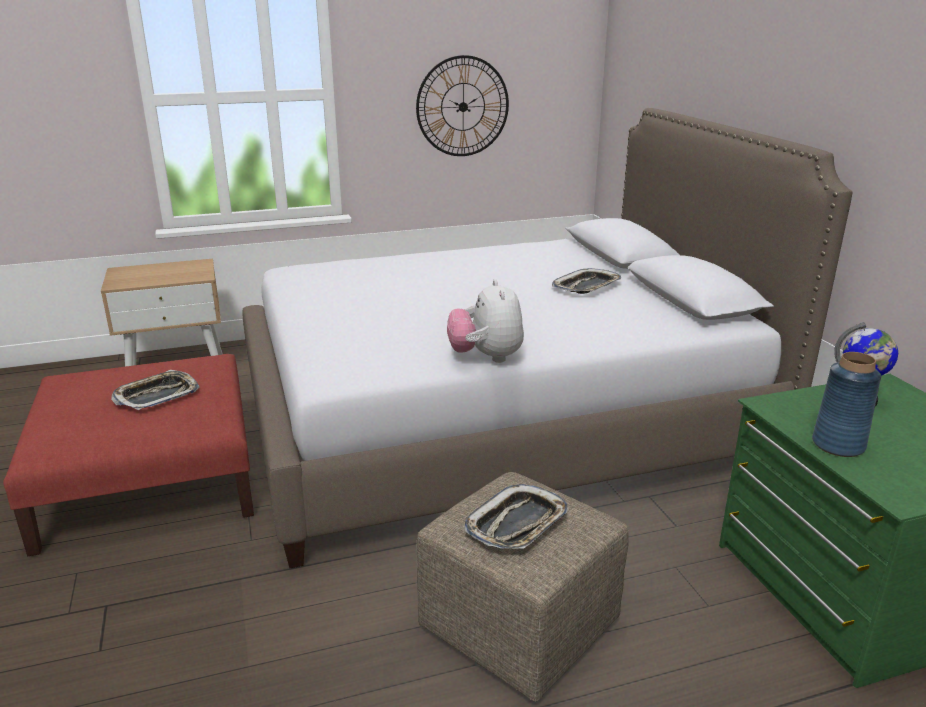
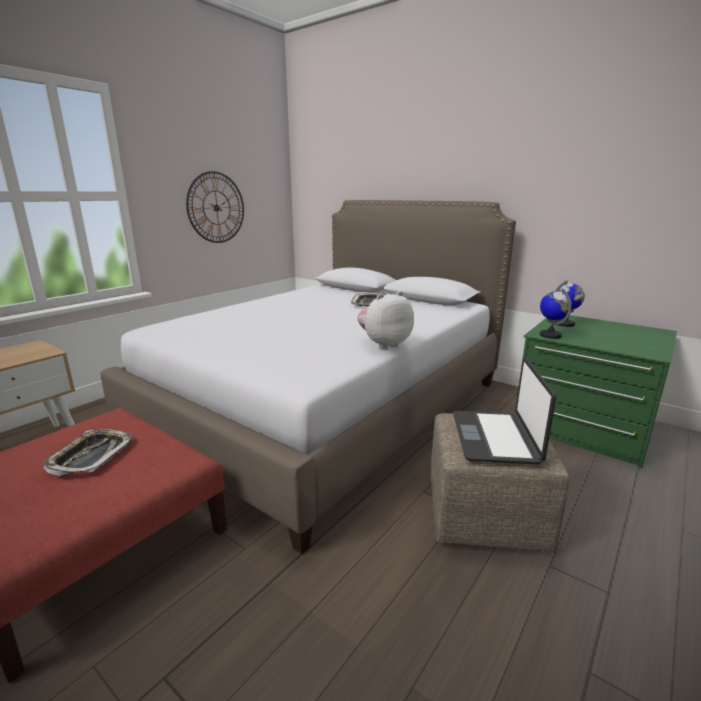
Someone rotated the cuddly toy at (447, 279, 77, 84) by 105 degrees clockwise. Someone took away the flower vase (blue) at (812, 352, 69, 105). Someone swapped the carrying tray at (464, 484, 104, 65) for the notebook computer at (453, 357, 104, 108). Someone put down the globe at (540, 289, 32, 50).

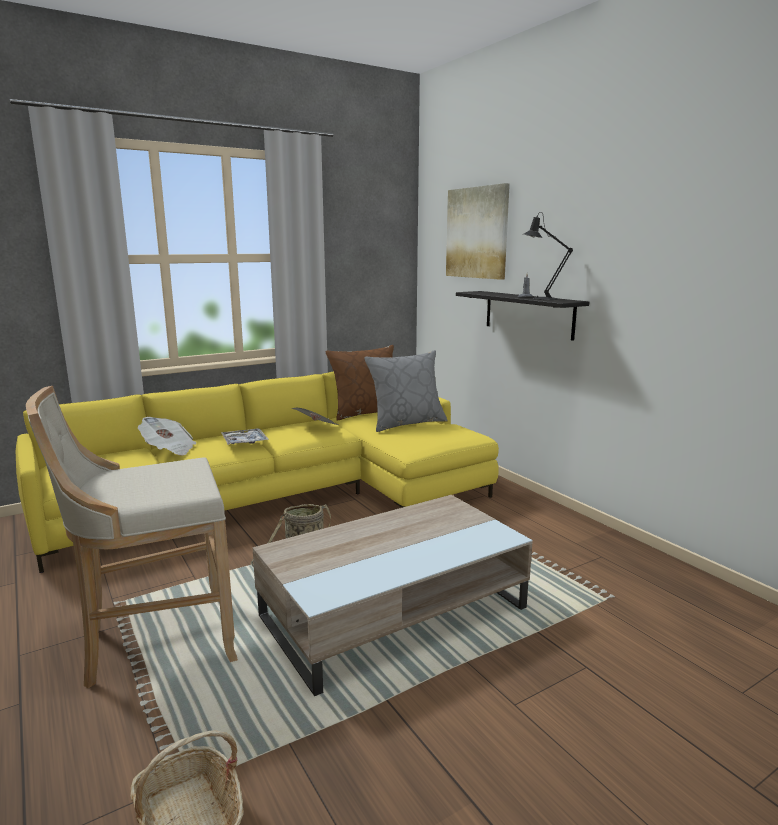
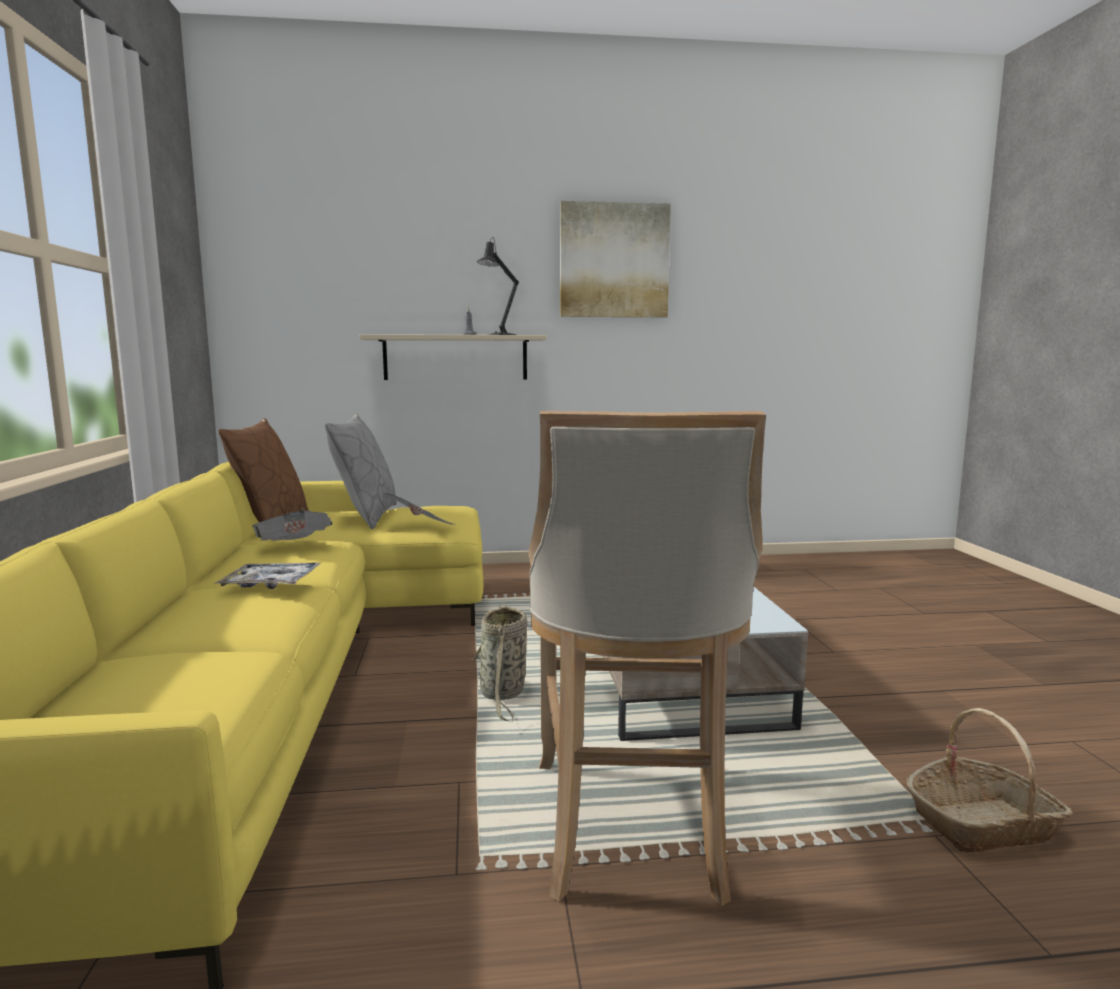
Someone carried the wall art from (446, 183, 64, 97) to (560, 201, 111, 116). Someone repainted the wall shelf (black) at (456, 291, 133, 50), which became the wall shelf (sand-coloured) at (360, 334, 186, 46). Someone carried the daily paper from (138, 417, 58, 38) to (382, 493, 74, 32).

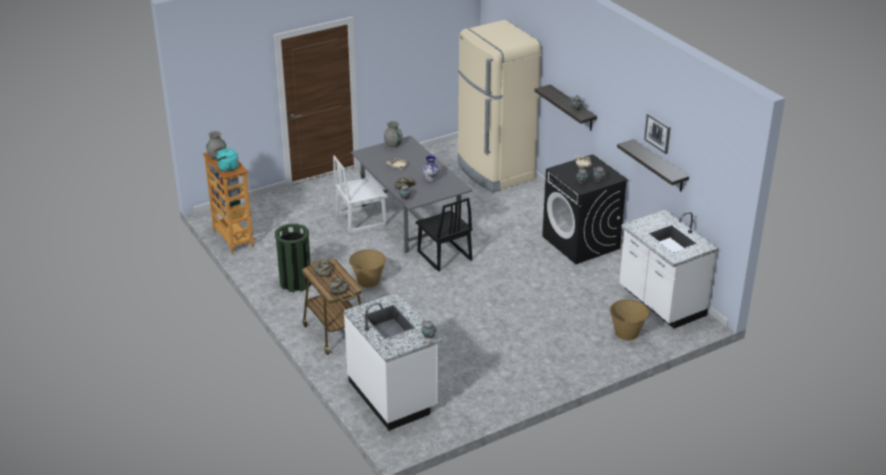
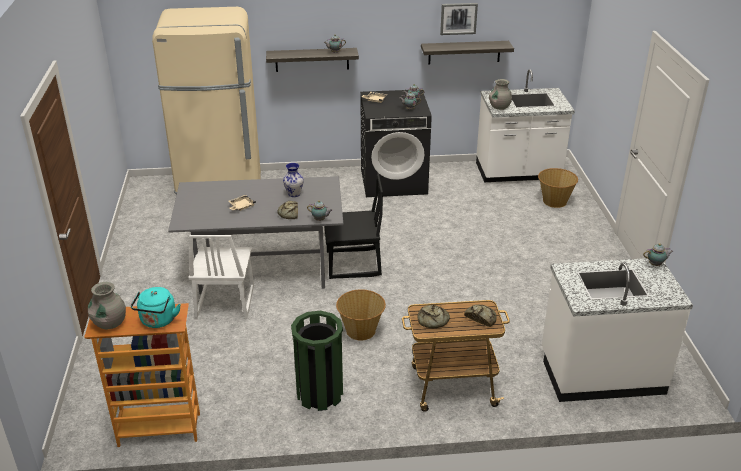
Someone carried the flower vase (greyish) from (384, 121, 19, 26) to (489, 79, 23, 31).

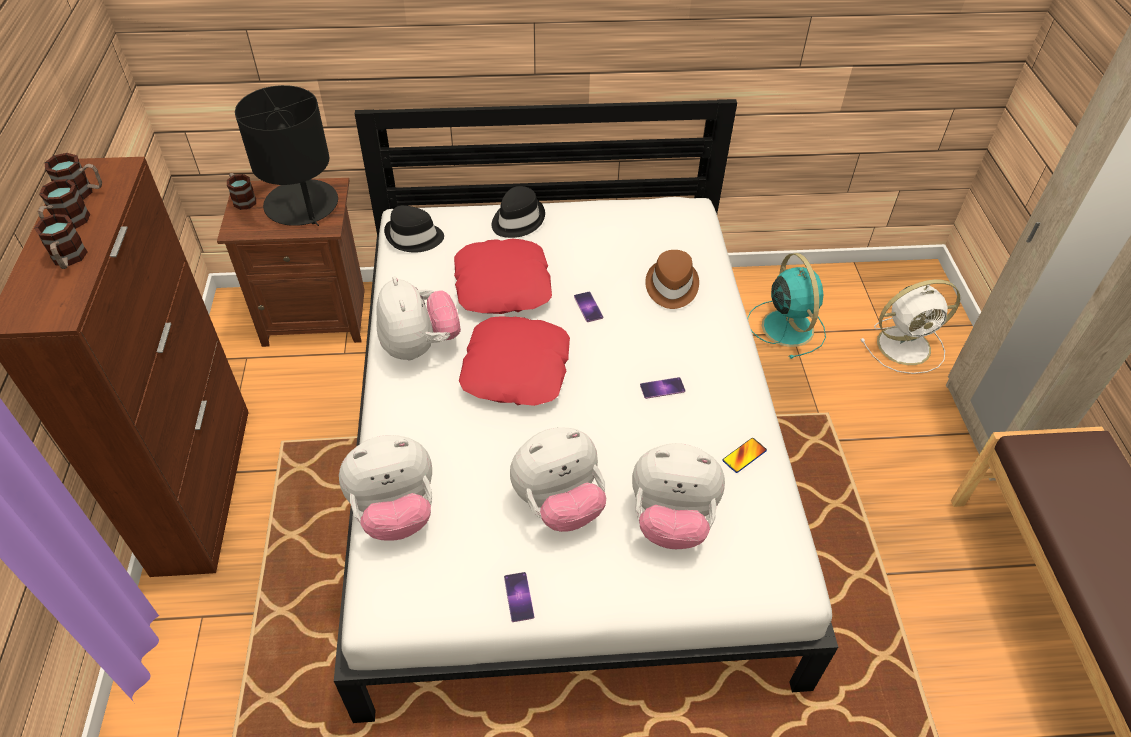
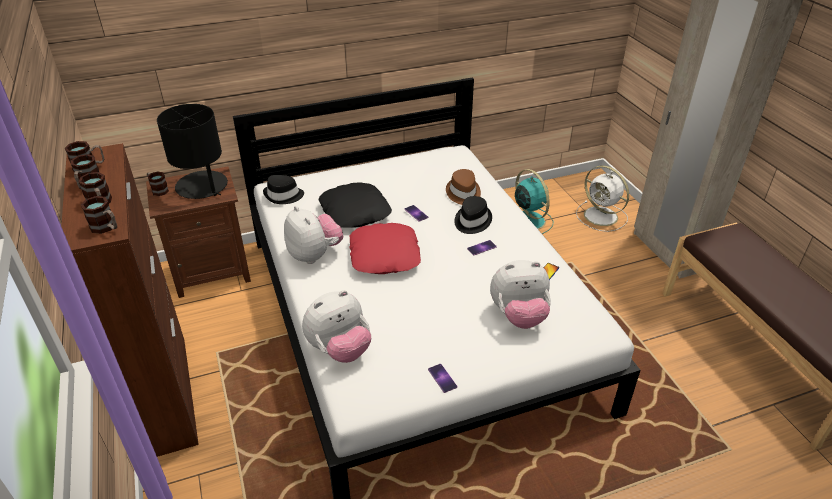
Someone carried the wearable hat (black) from (492, 186, 53, 52) to (454, 196, 38, 38). Someone repainted the cushion (reddish) at (454, 239, 98, 75), which became the cushion (black) at (318, 182, 74, 45). Someone rotated the cooling fan (white) at (860, 279, 100, 95) by 75 degrees clockwise. Someone took away the cuddly toy at (510, 427, 96, 105). Someone put down the tea mug at (81, 196, 36, 38).

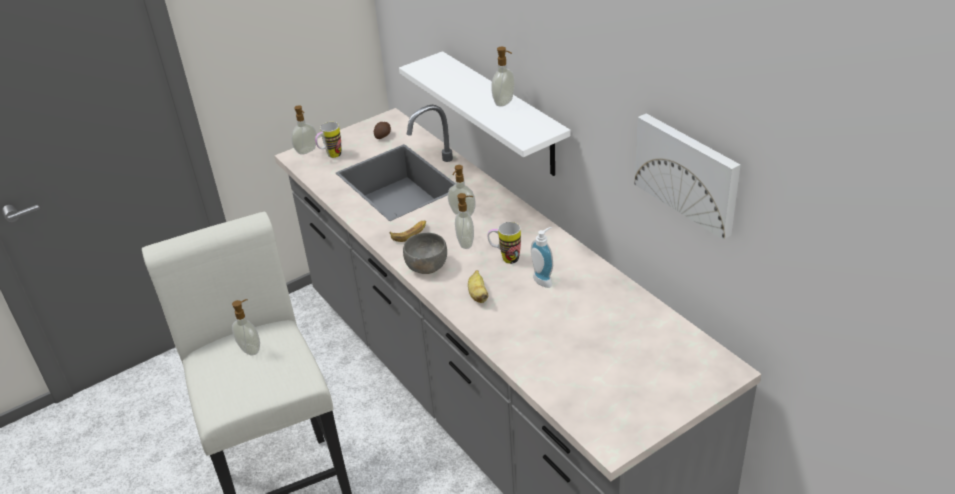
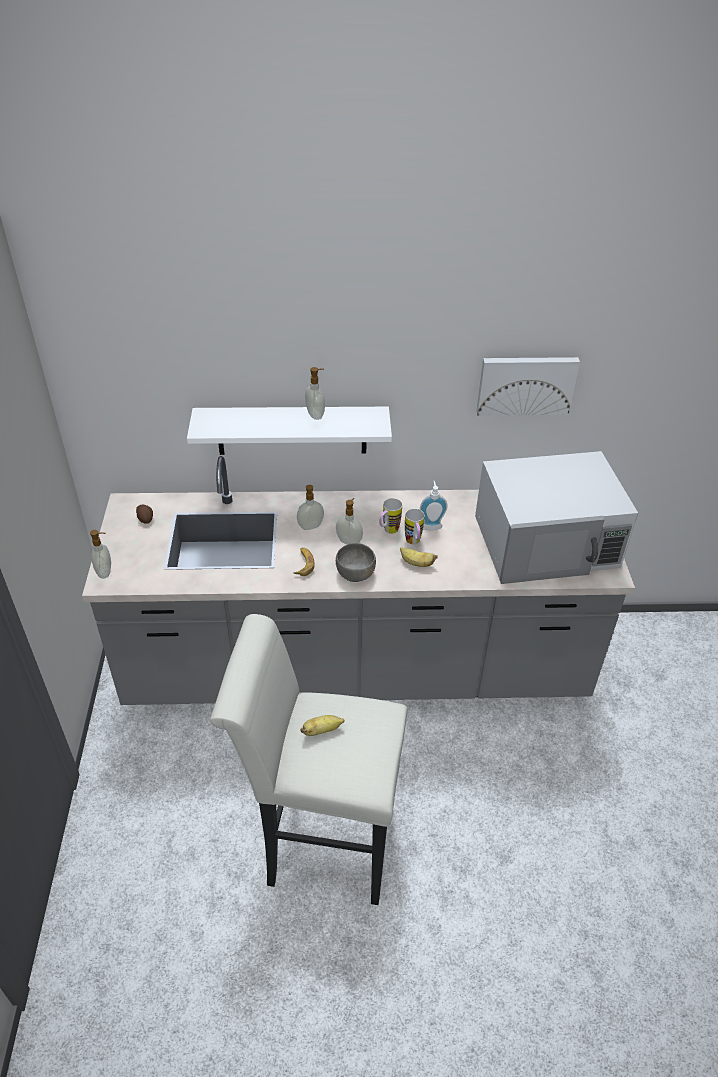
Someone carried the tea mug from (315, 122, 26, 36) to (405, 509, 20, 35). Someone swapped the soap dispenser at (232, 299, 28, 56) for the banana at (300, 715, 45, 21). Someone put down the microwave (white) at (475, 451, 163, 133).

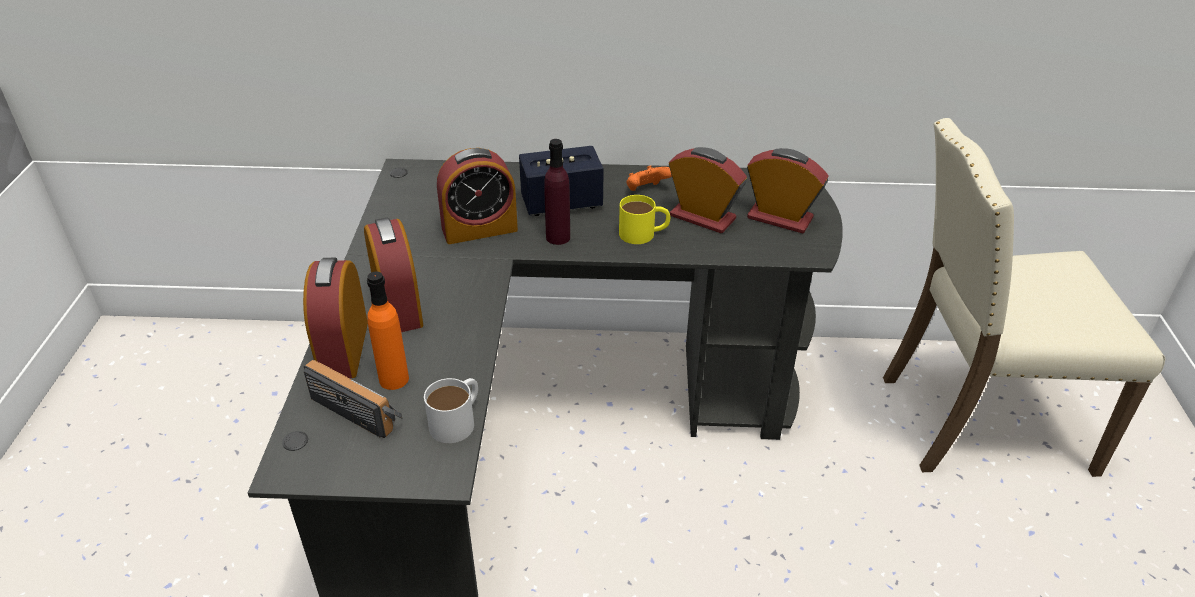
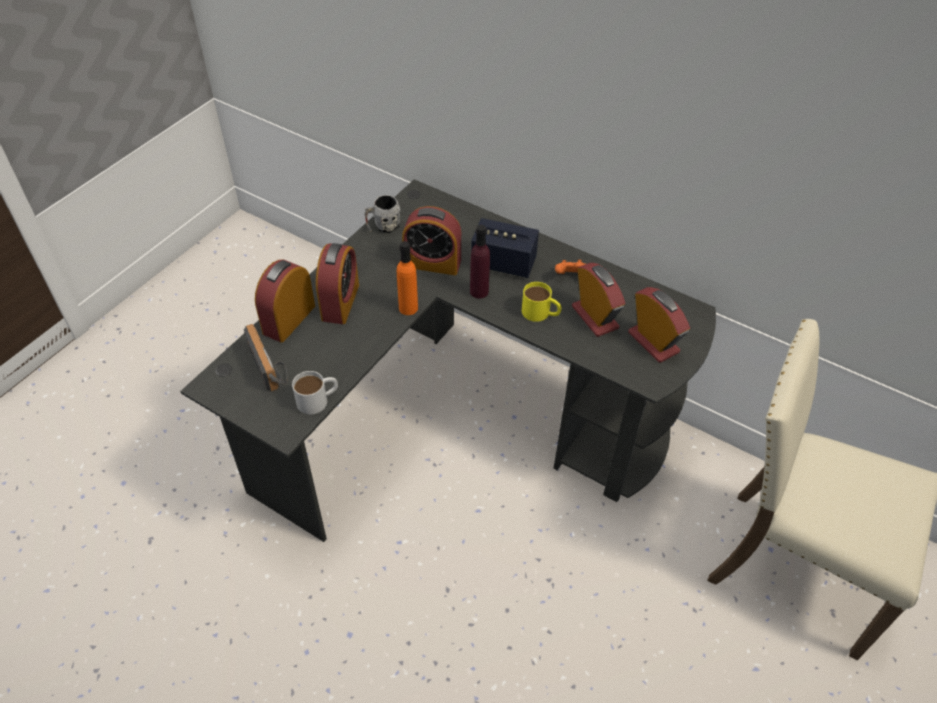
Someone carried the bottle (orange-coloured) from (367, 272, 42, 118) to (397, 241, 21, 74). Someone put down the tea mug (greyish) at (364, 195, 36, 38).

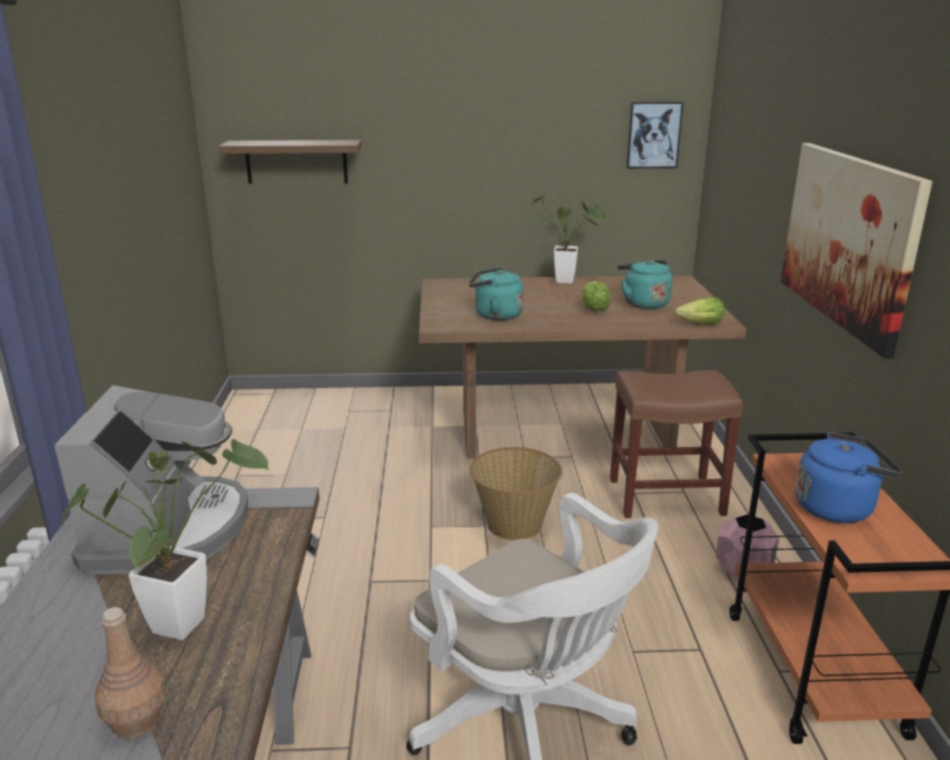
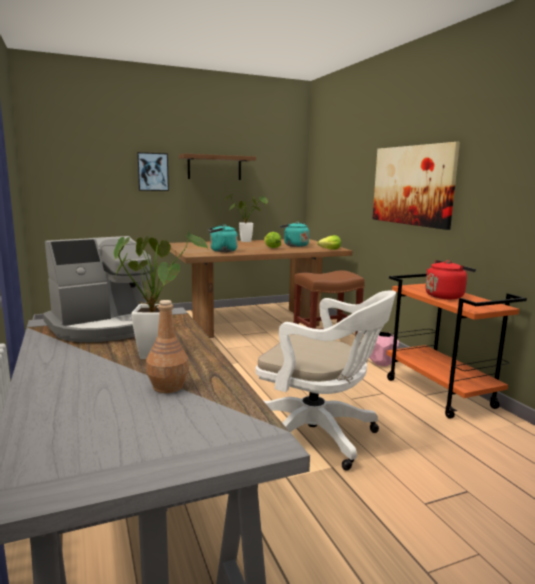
Someone carried the wall art from (626, 102, 58, 67) to (137, 152, 32, 39). Someone carried the wall shelf (brown-coloured) from (218, 140, 144, 44) to (179, 154, 77, 26). Someone rotated the coffee maker at (54, 385, 194, 190) by 75 degrees clockwise. Someone repainted the kettle (blue) at (795, 432, 107, 91), which became the kettle (reddish) at (426, 260, 50, 39). Someone took away the basket at (470, 447, 92, 94).

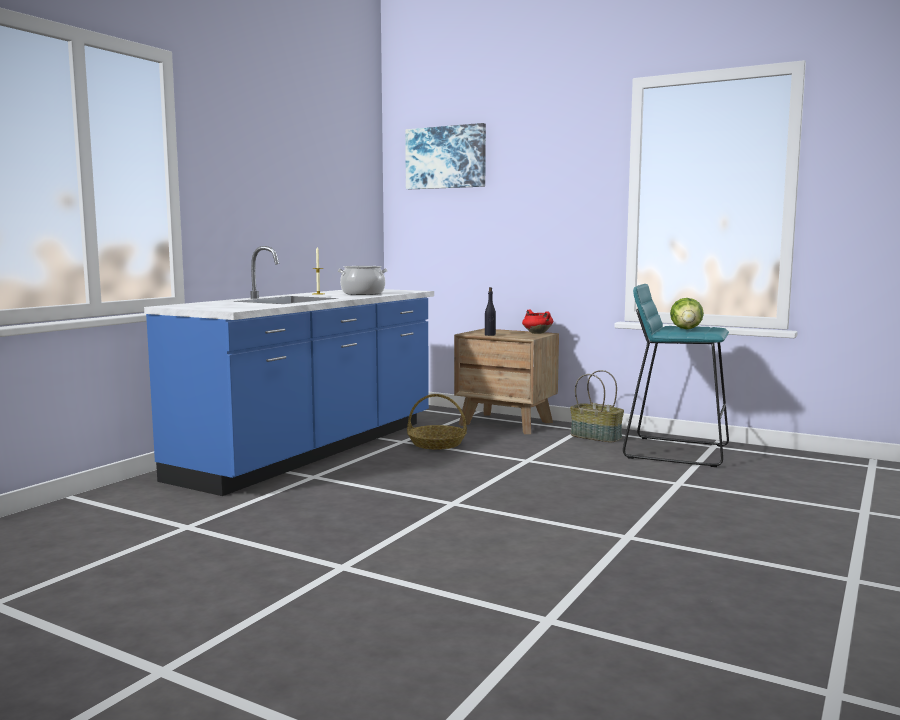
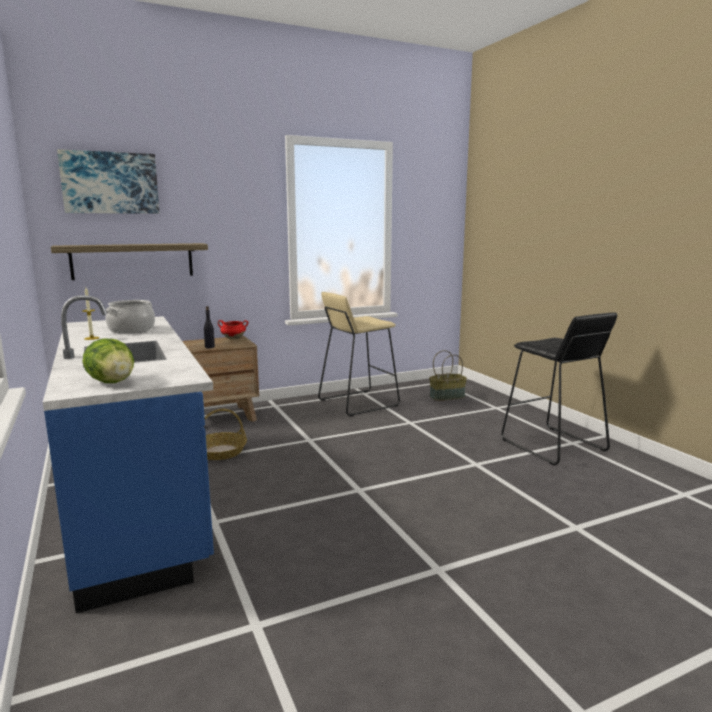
Someone repainted the stool (blue-green) at (623, 284, 106, 183), which became the stool (sand-coloured) at (318, 292, 82, 124). Someone carried the head of lettuce from (670, 298, 34, 31) to (82, 338, 52, 45). Someone carried the basket from (570, 370, 54, 72) to (429, 350, 38, 51). Someone put up the wall shelf at (51, 243, 157, 37). Someone put down the stool (black) at (501, 312, 116, 153).

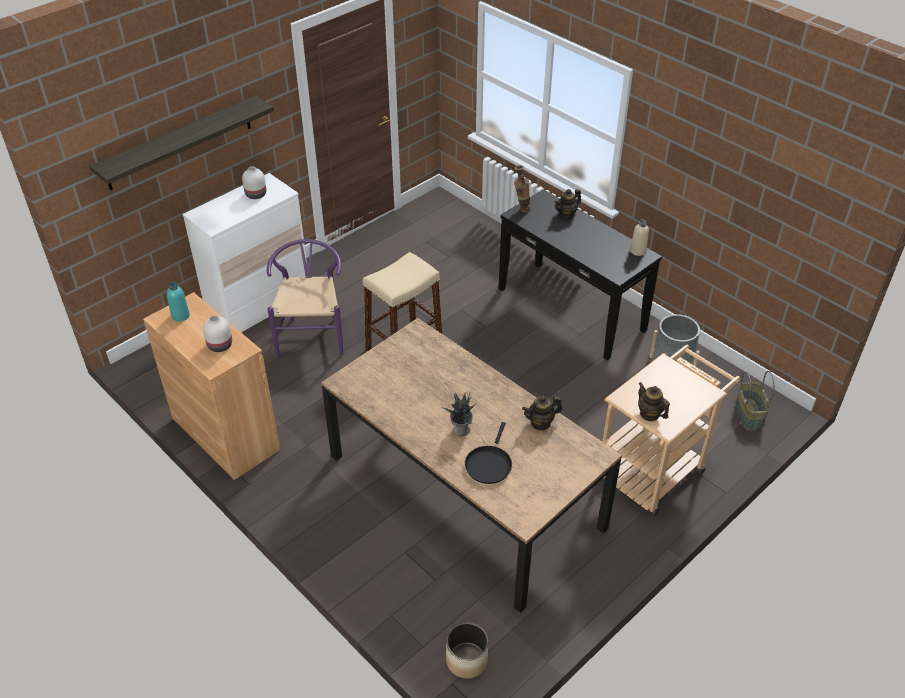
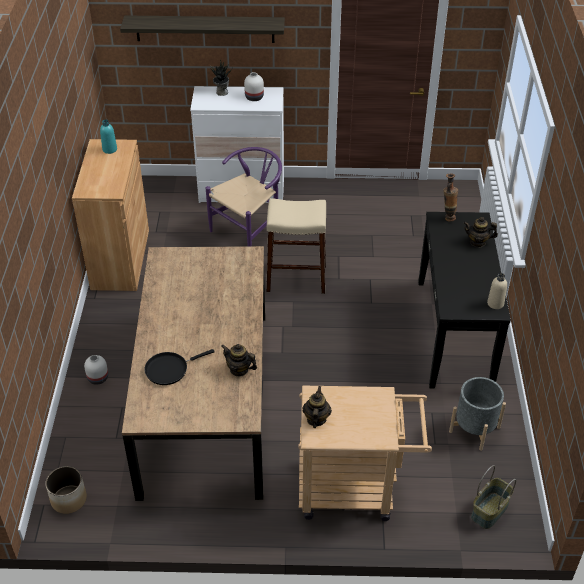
Someone carried the flower vase (white) from (203, 315, 29, 37) to (84, 355, 24, 30). Someone carried the plant in a pot from (443, 392, 32, 44) to (210, 59, 23, 37).

